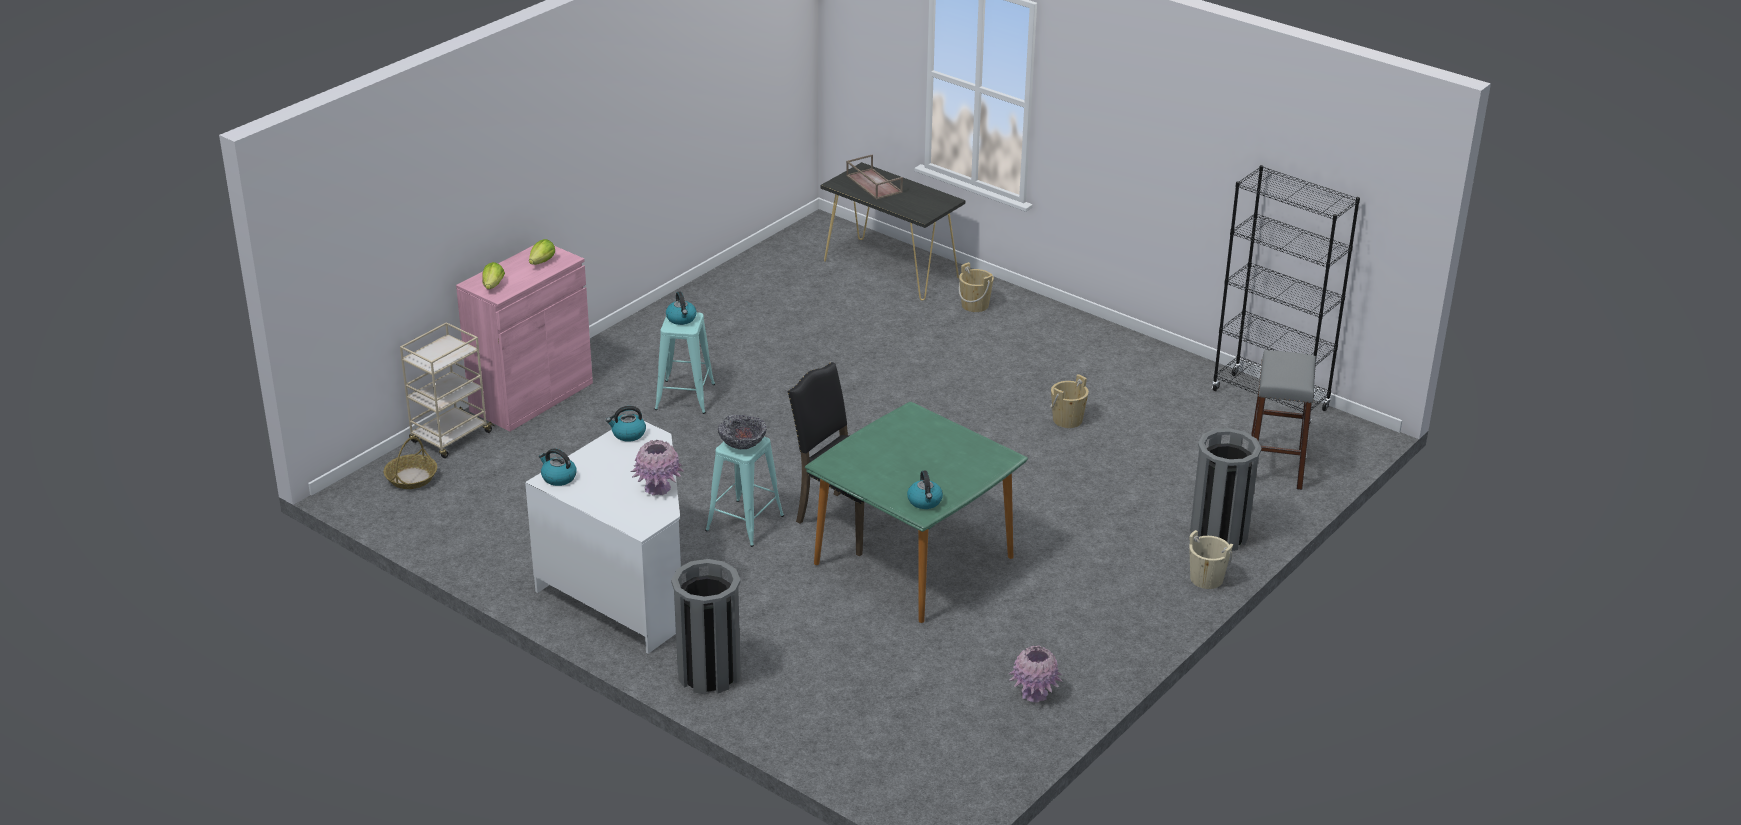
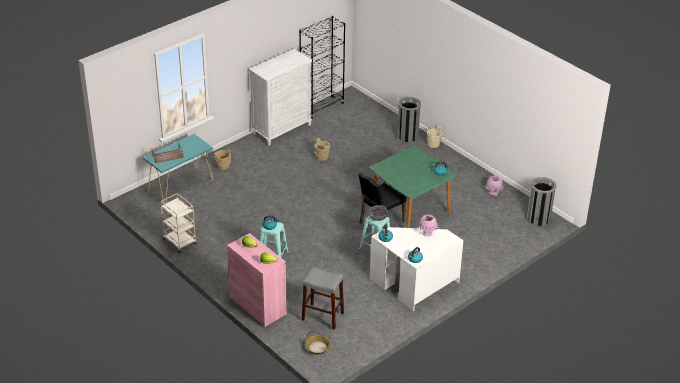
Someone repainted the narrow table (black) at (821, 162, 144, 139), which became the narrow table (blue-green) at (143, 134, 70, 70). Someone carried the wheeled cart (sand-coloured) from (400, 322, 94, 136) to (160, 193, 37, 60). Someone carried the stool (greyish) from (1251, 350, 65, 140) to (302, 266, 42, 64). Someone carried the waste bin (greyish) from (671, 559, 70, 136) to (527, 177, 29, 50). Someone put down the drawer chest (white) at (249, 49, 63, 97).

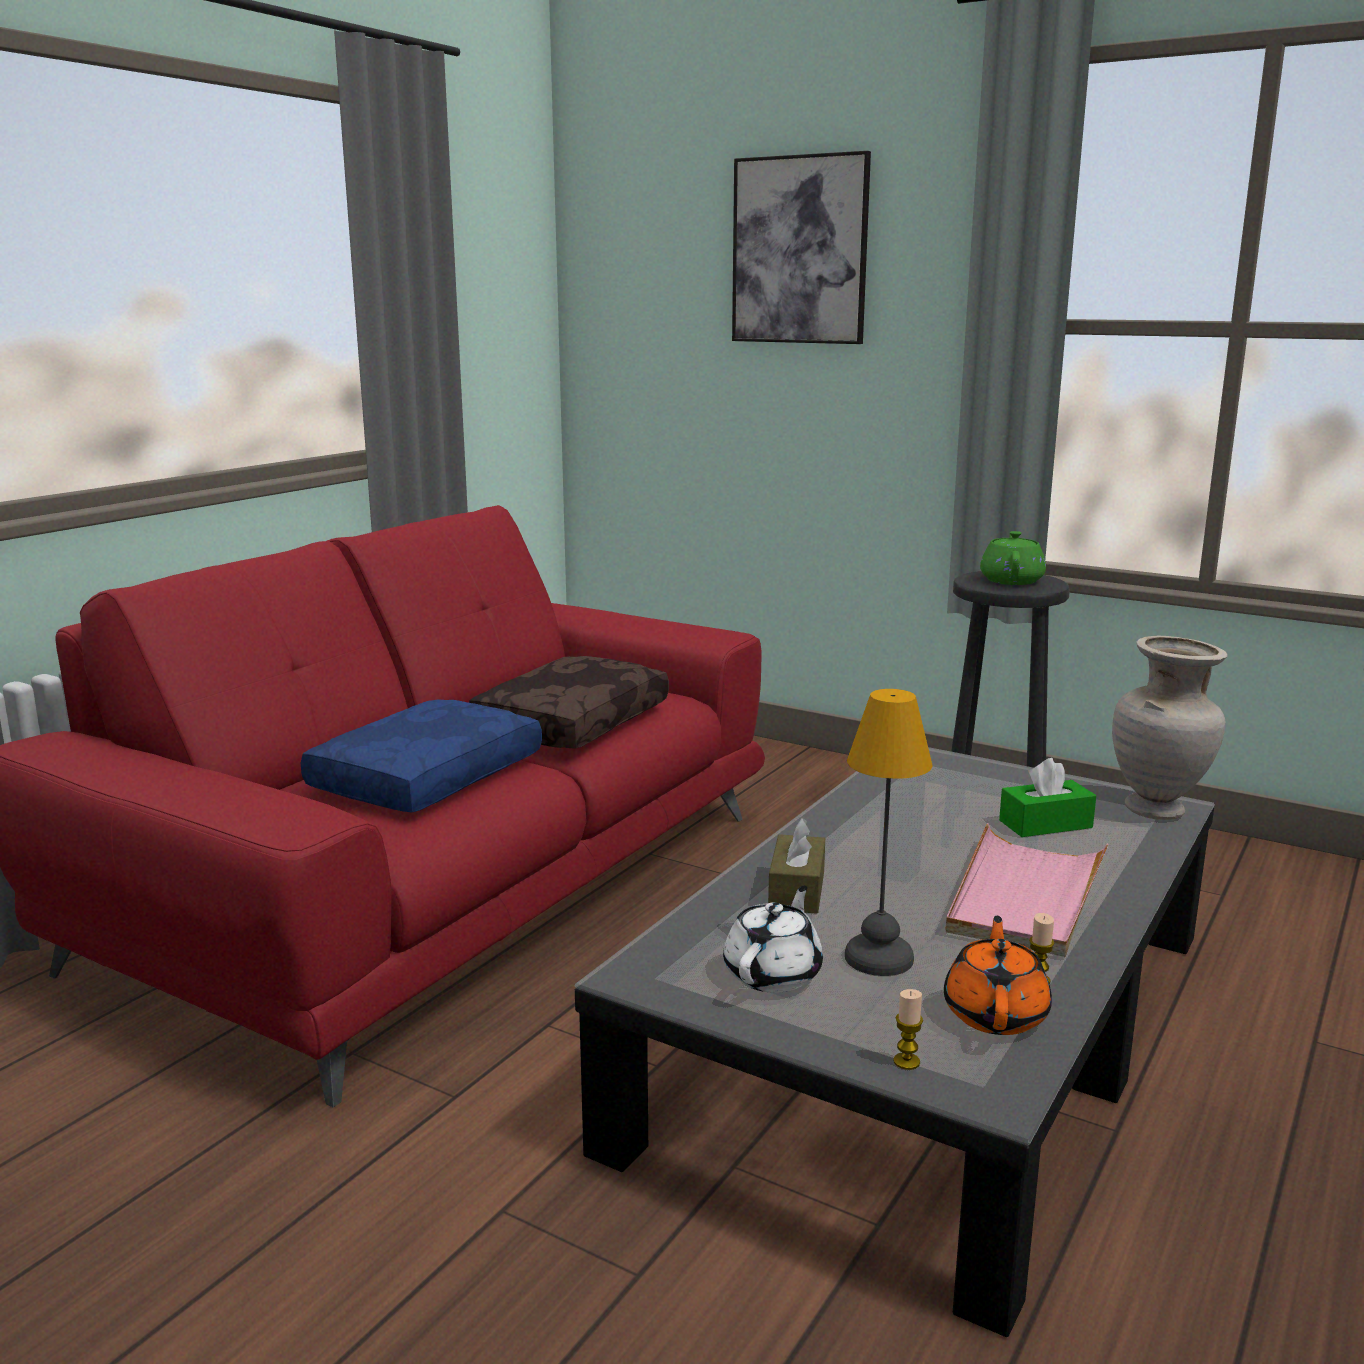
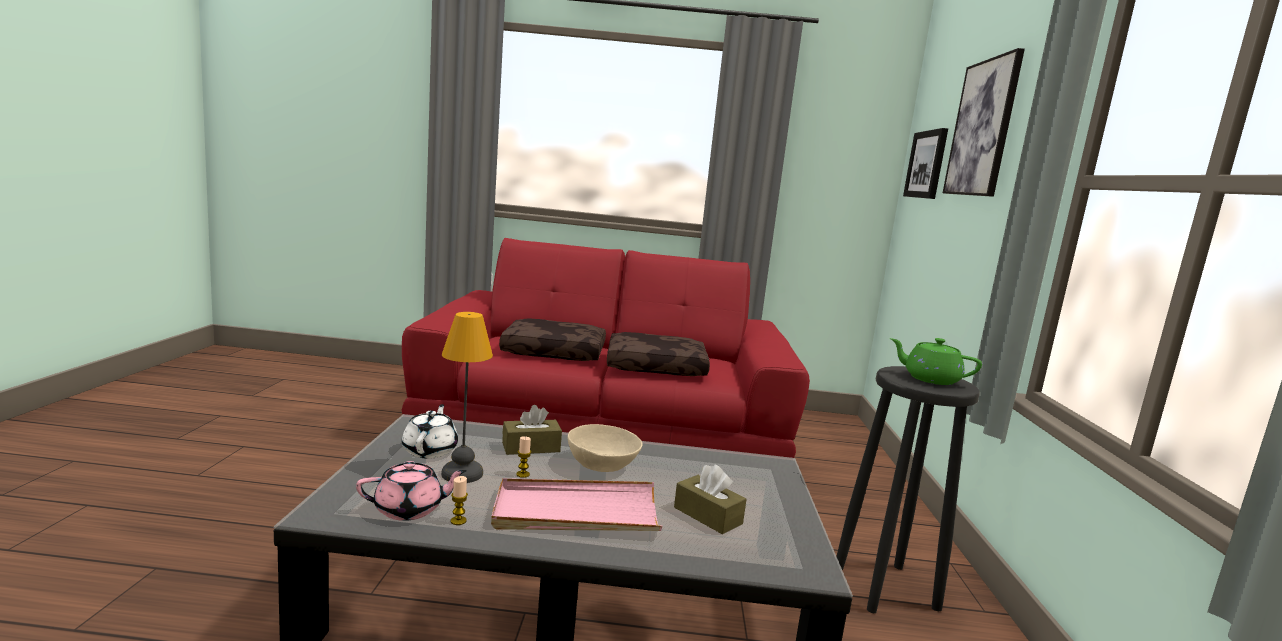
Someone rotated the pot for tea (green-coloured) at (980, 531, 66, 54) by 135 degrees counterclockwise. Someone took away the flower vase (sand-coloured) at (1112, 636, 116, 184). Someone repainted the cushion (blue) at (301, 699, 241, 113), which became the cushion (brown-coloured) at (499, 318, 107, 43). Someone repainted the tissue box (green-coloured) at (999, 758, 97, 79), which became the tissue box (brown-coloured) at (674, 465, 73, 69). Someone rotated the pot for tea (white) at (723, 886, 100, 107) by 90 degrees counterclockwise. Someone repainted the pot for tea (orange-coloured) at (944, 916, 108, 119), which became the pot for tea (pinkish) at (356, 461, 111, 60). Someone carried the wax light from (893, 989, 30, 81) to (516, 436, 15, 42). Someone put up the wall art at (903, 128, 45, 71). Someone put down the bowl (sand-coloured) at (568, 424, 74, 48).

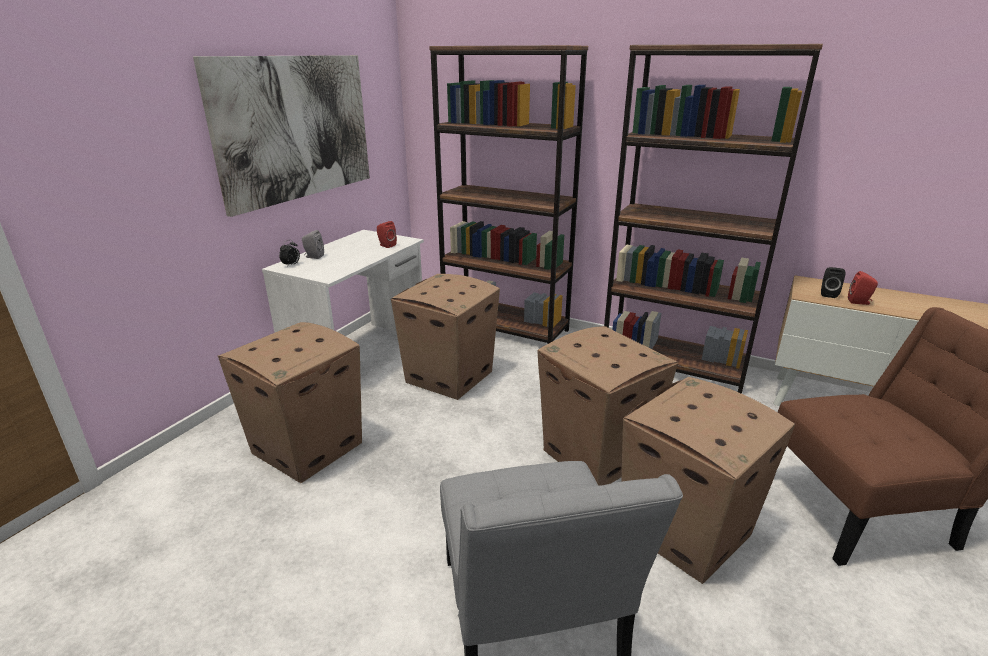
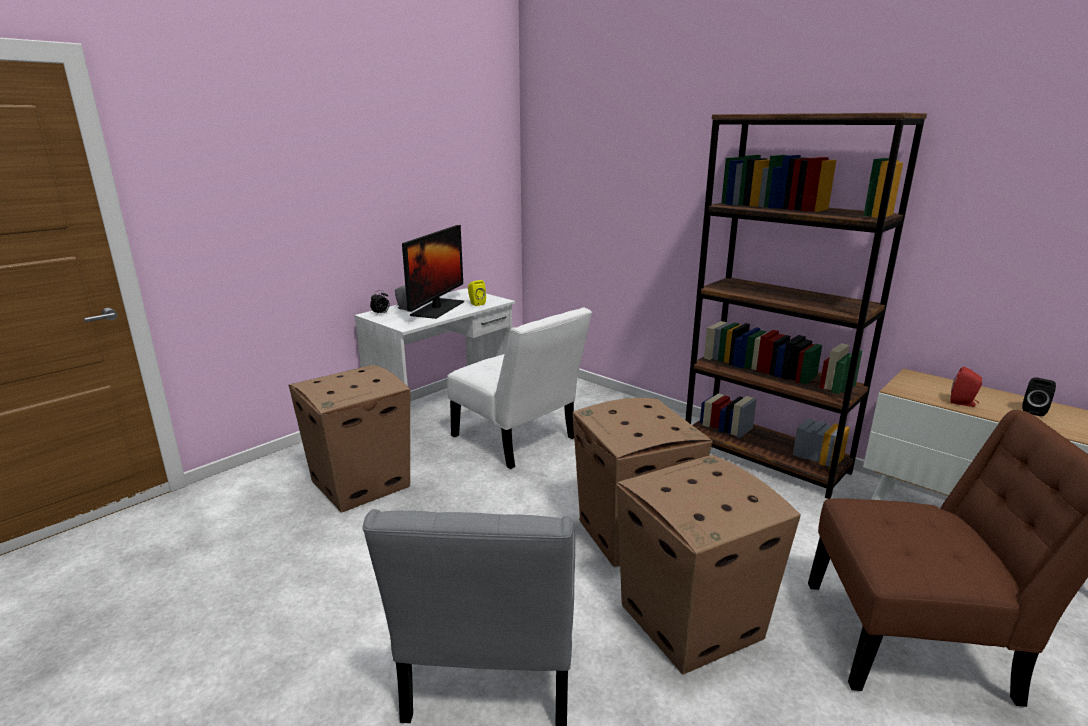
Someone took away the bookshelf (brown-coloured) at (429, 45, 159, 299). Someone took away the wall art at (193, 55, 177, 162). Someone repainted the audio speaker (reddish) at (377, 221, 20, 27), which became the audio speaker (yellowish) at (468, 280, 18, 26). Someone carried the audio speaker (black) from (821, 267, 24, 31) to (1022, 377, 34, 40). Someone swapped the carton at (391, 274, 109, 126) for the upright chair (white) at (447, 307, 145, 162). Someone put down the monitor at (402, 225, 62, 94).

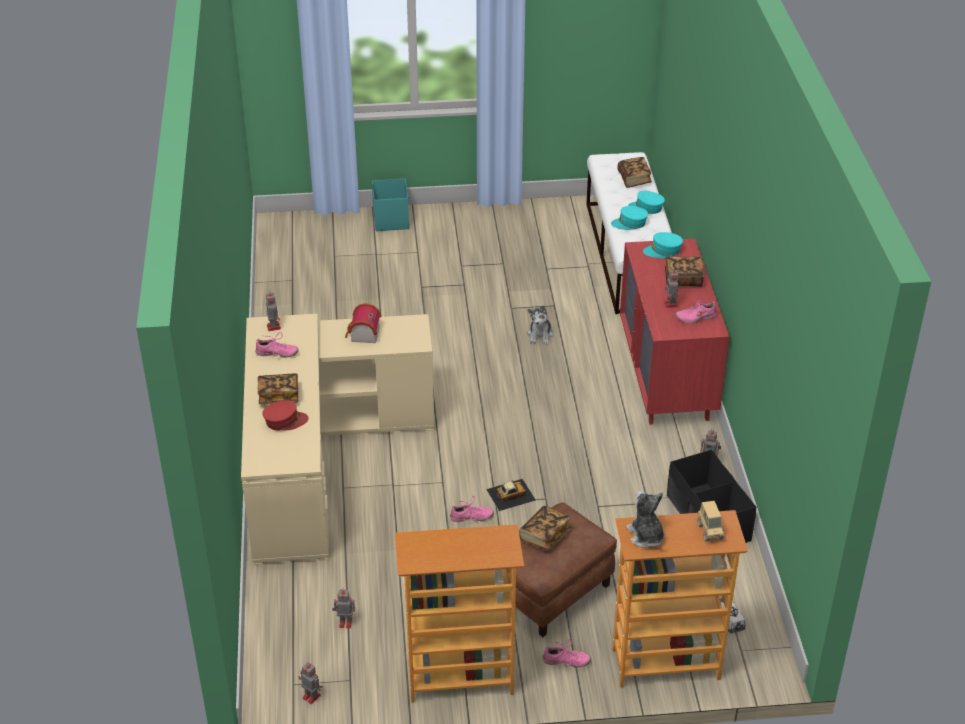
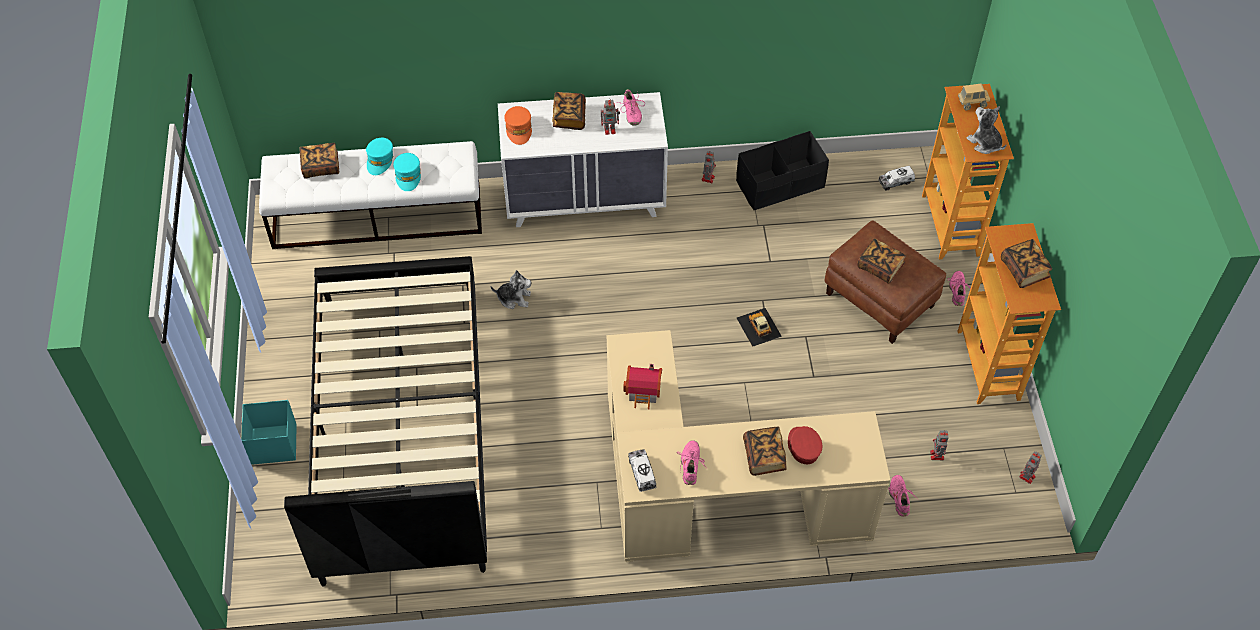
Someone repainted the cap (blue-green) at (643, 232, 40, 26), which became the cap (orange-coloured) at (504, 106, 28, 39). Someone repainted the drawer chest (reddish) at (620, 239, 110, 186), which became the drawer chest (white) at (498, 92, 170, 135). Someone swapped the model robot at (266, 292, 15, 39) for the toy lorry at (628, 449, 28, 43). Someone rotated the cuddly toy at (626, 490, 39, 58) by 75 degrees clockwise. Someone carried the low shoe (pinkish) from (450, 496, 44, 26) to (889, 475, 27, 41). Someone put down the bound book at (1001, 239, 51, 49). Someone put down the sleeping bed (black) at (284, 256, 203, 330).

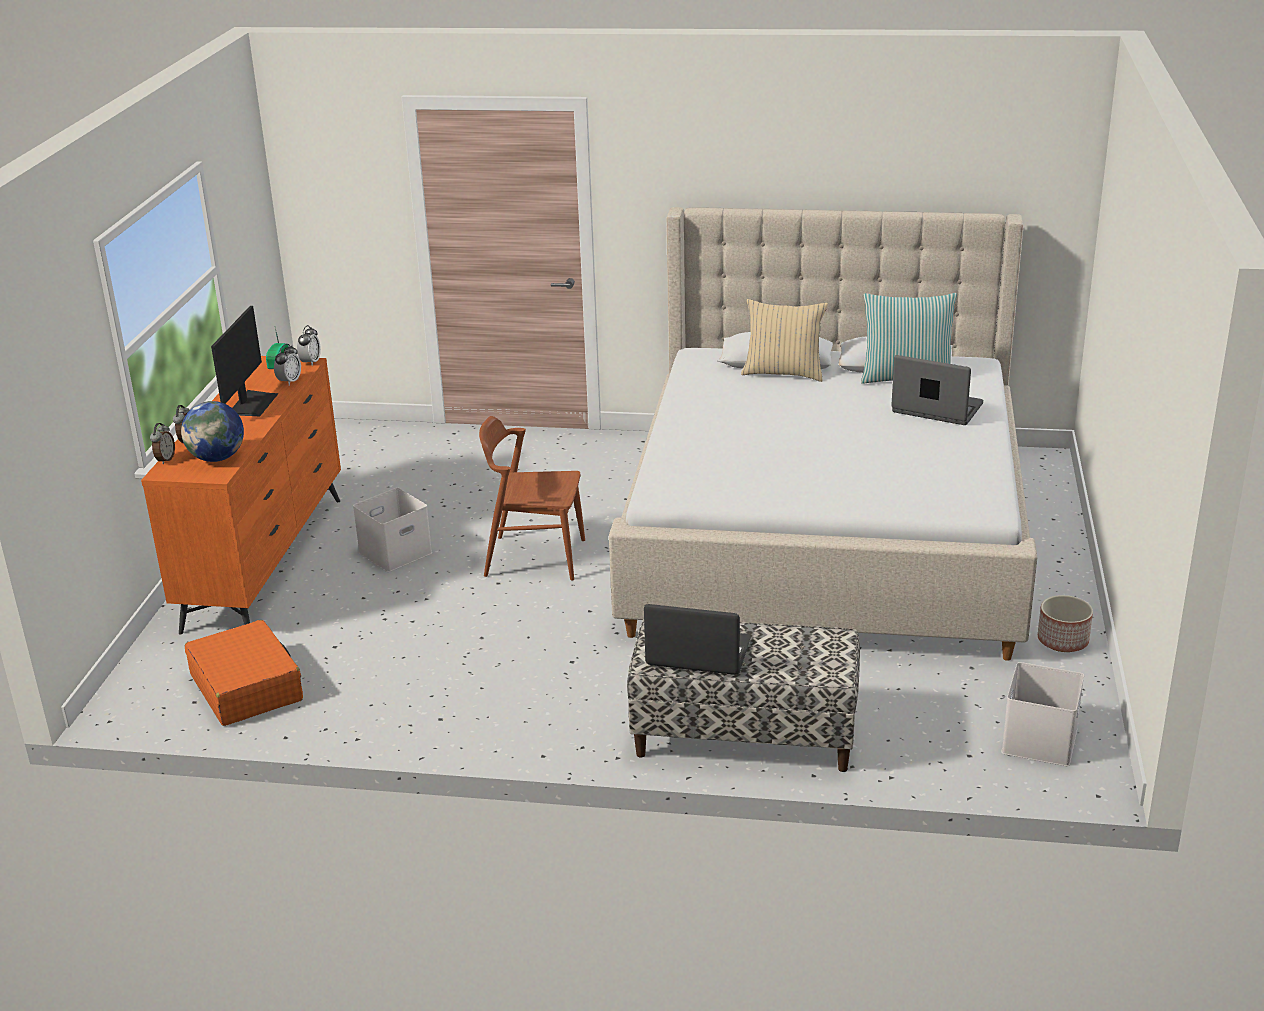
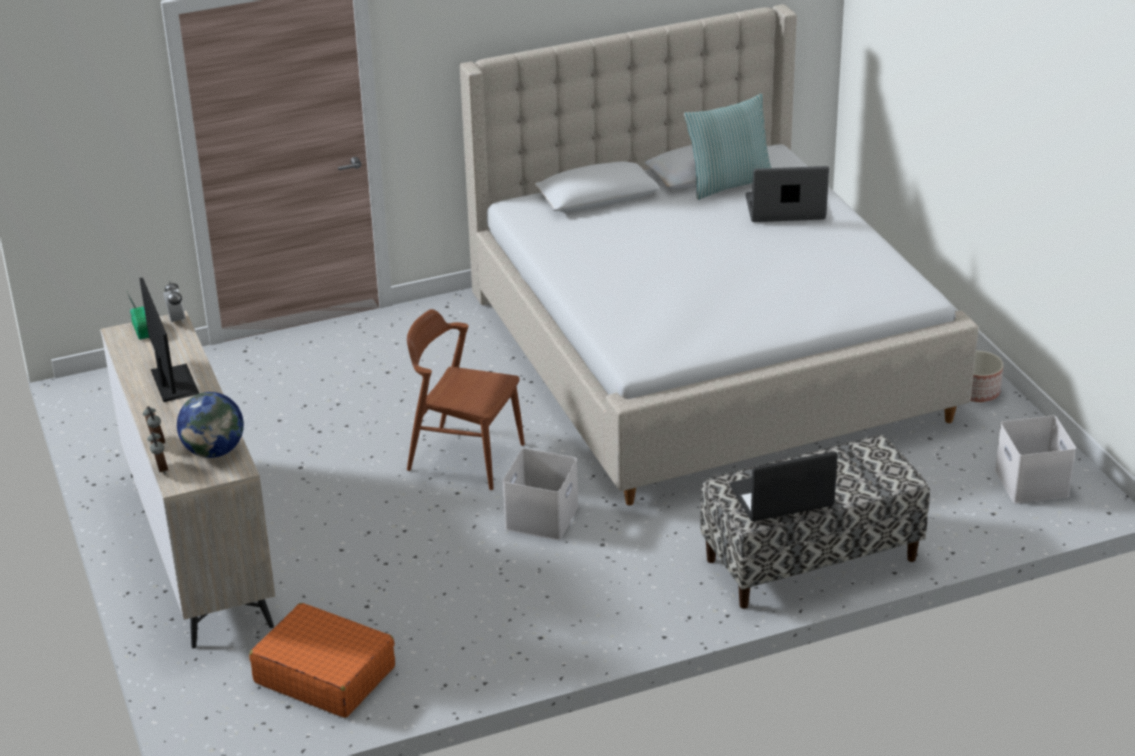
Someone took away the cushion (sand-coloured) at (741, 299, 87, 83). Someone took away the bedside clock at (274, 344, 27, 42). Someone repainted the drawer chest (orange-coloured) at (141, 356, 200, 278), which became the drawer chest (sand-coloured) at (100, 311, 176, 337). Someone rotated the upright chair (brown-coloured) at (479, 416, 106, 164) by 45 degrees clockwise. Someone carried the storage box (white) from (353, 488, 79, 84) to (503, 448, 76, 92).

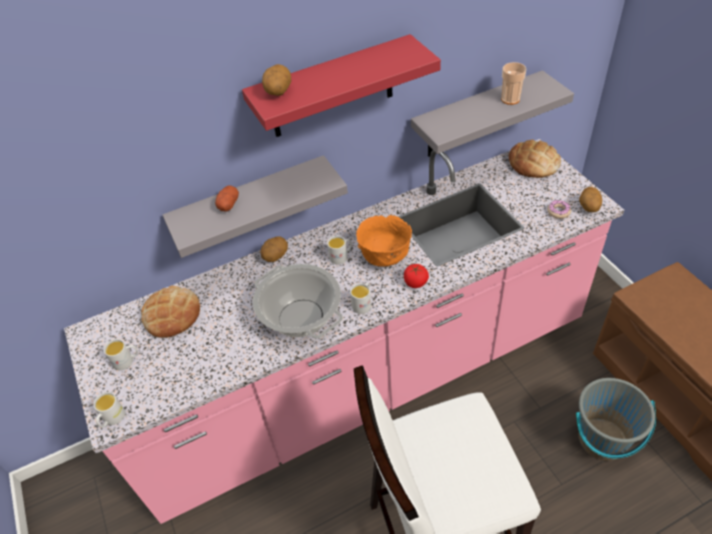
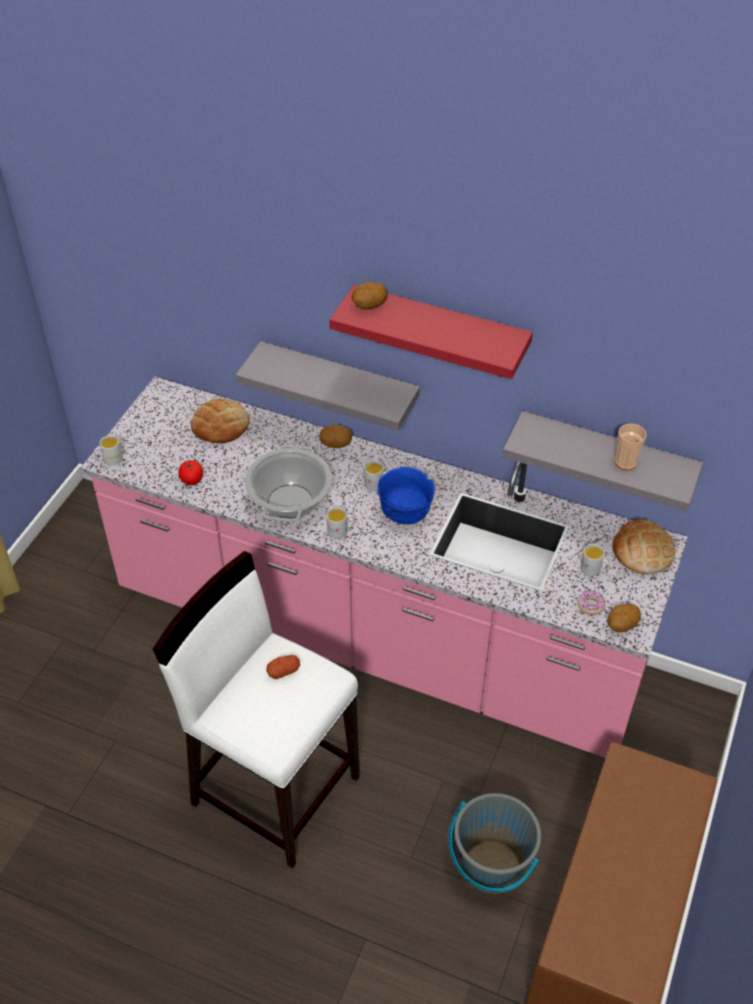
Someone carried the potato from (215, 186, 24, 26) to (266, 655, 34, 24). Someone repainted the bowl (orange-coloured) at (356, 215, 56, 52), which became the bowl (blue) at (378, 467, 57, 57). Someone carried the tomato from (404, 264, 25, 24) to (178, 460, 25, 25). Someone carried the tea mug (white) from (104, 339, 34, 31) to (580, 544, 30, 33).

